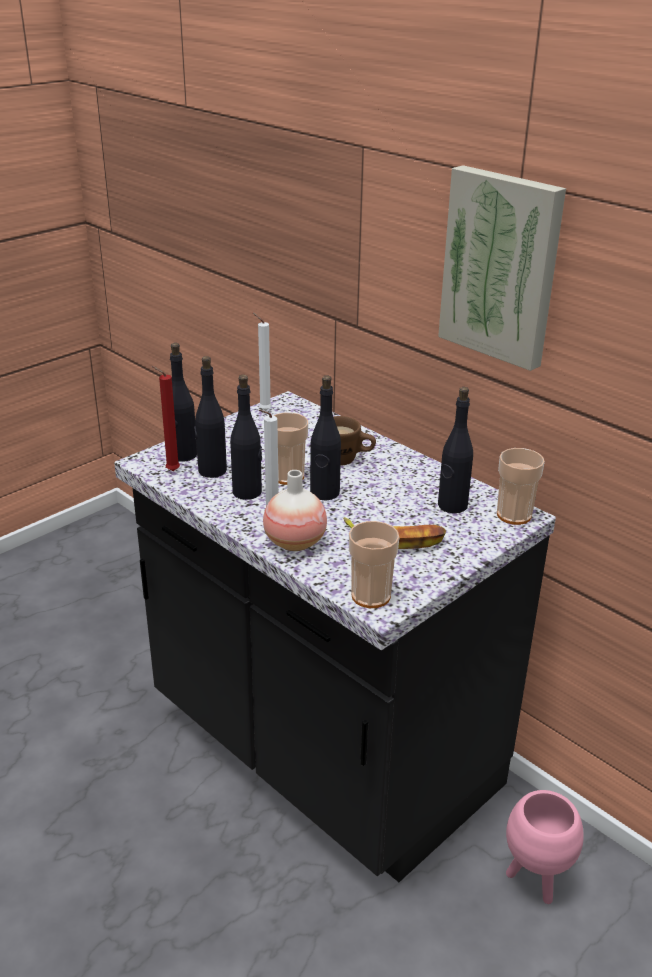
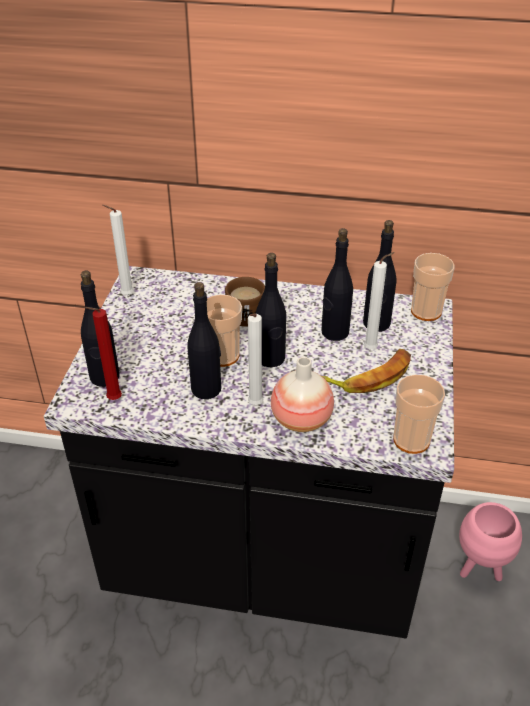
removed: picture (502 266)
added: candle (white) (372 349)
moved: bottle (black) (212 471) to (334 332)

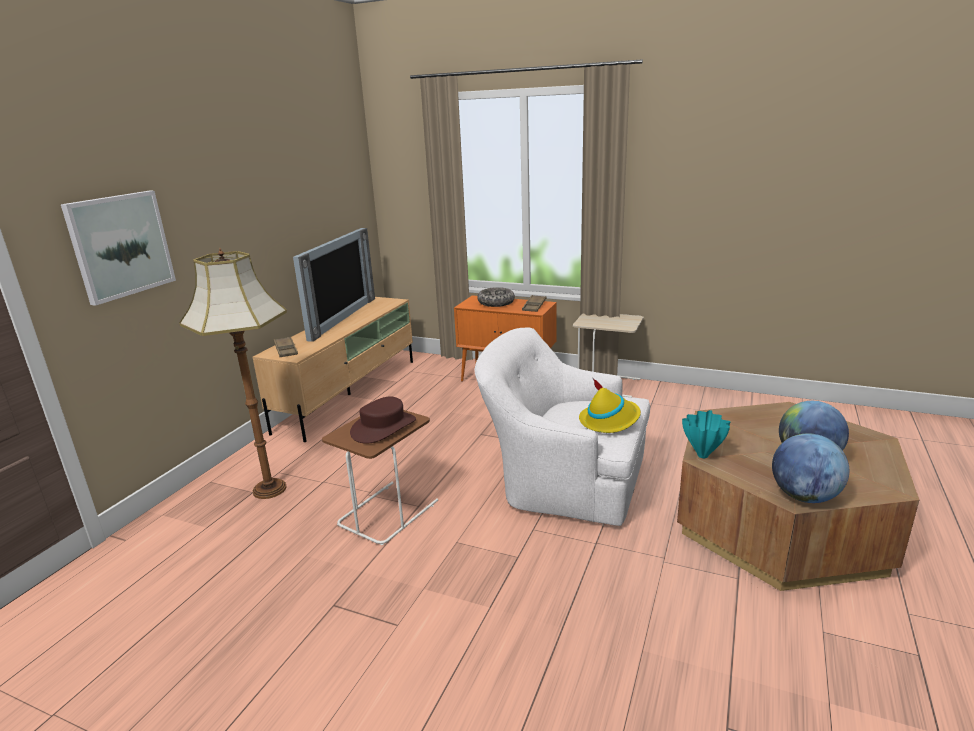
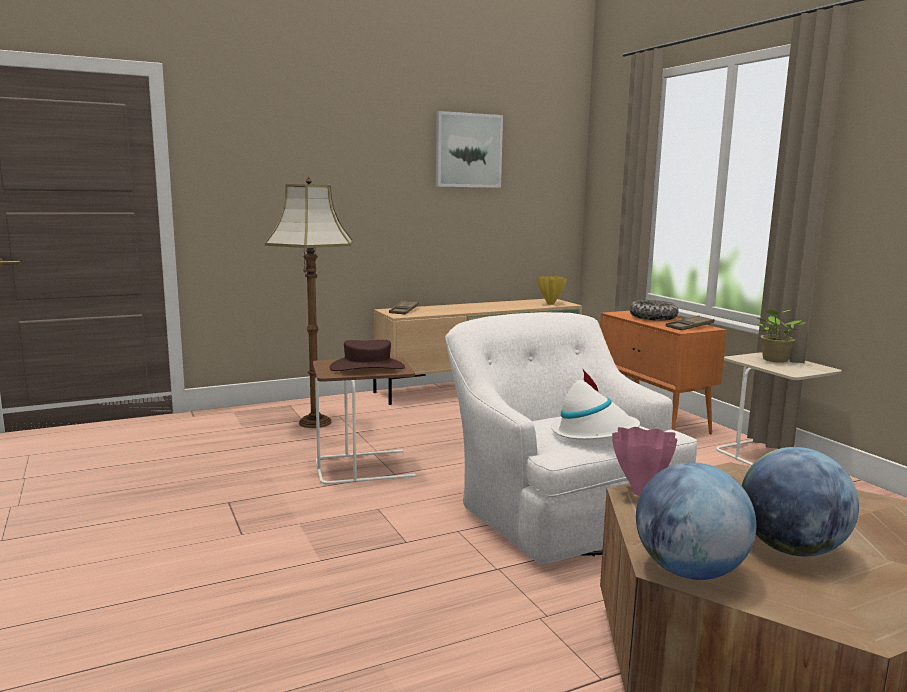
removed: television (339 318)
added: vase (yellow) (550 304); potted plant (774 360)
moved: picture (120 245) to (468 150)
recoloured: hat (yellow) (609 420) to hat (white) (593 432); vase (turquoise) (702 456) to vase (pink) (639 493)

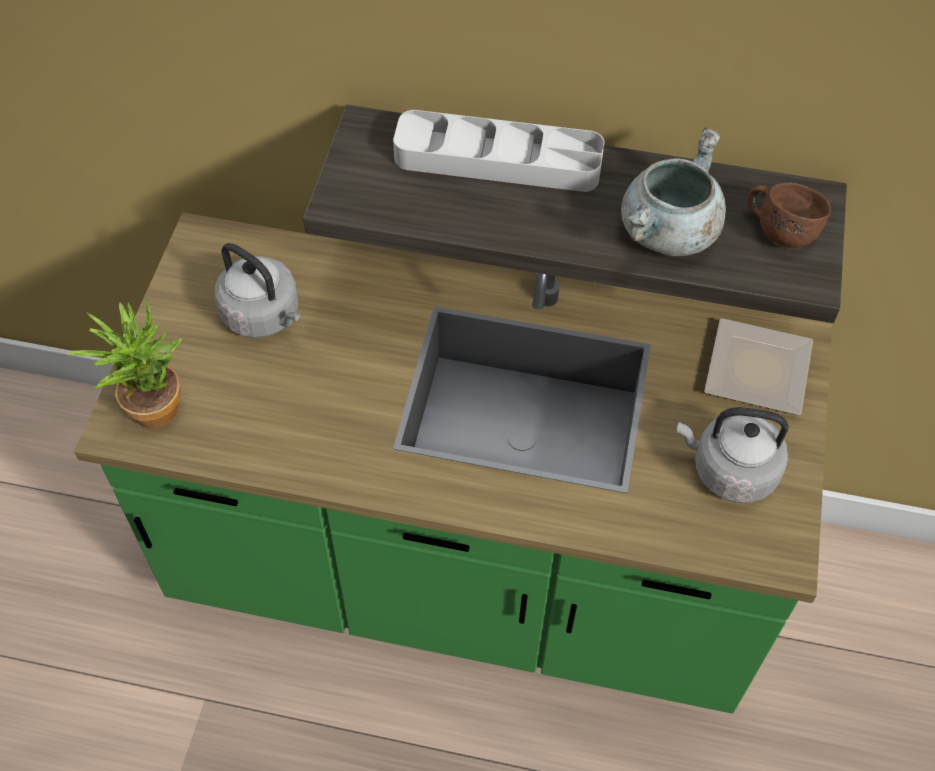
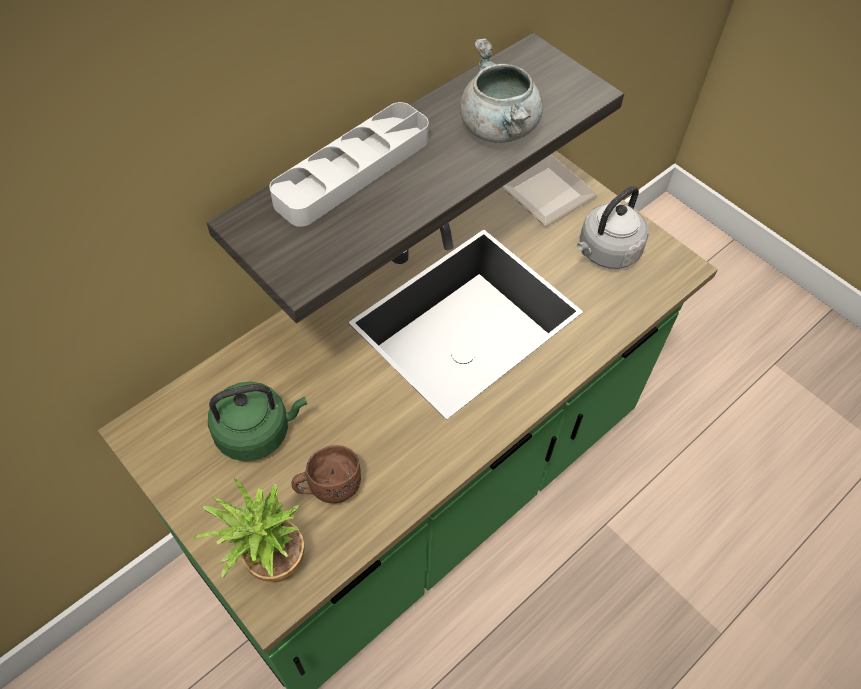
moved: mug (brown) (780 229) to (328 485)
recoloured: kettle (grey) (264 316) to kettle (green) (257 432)

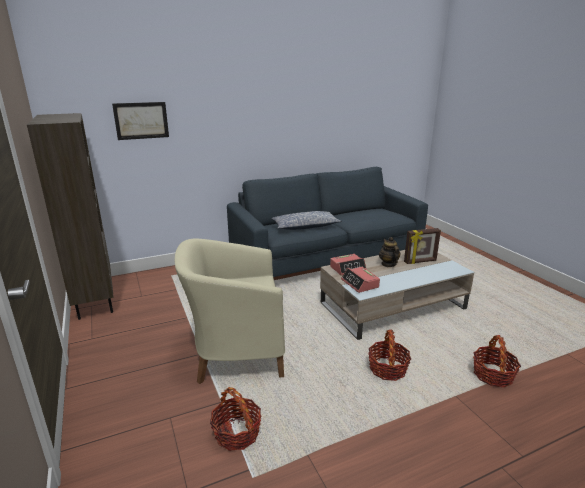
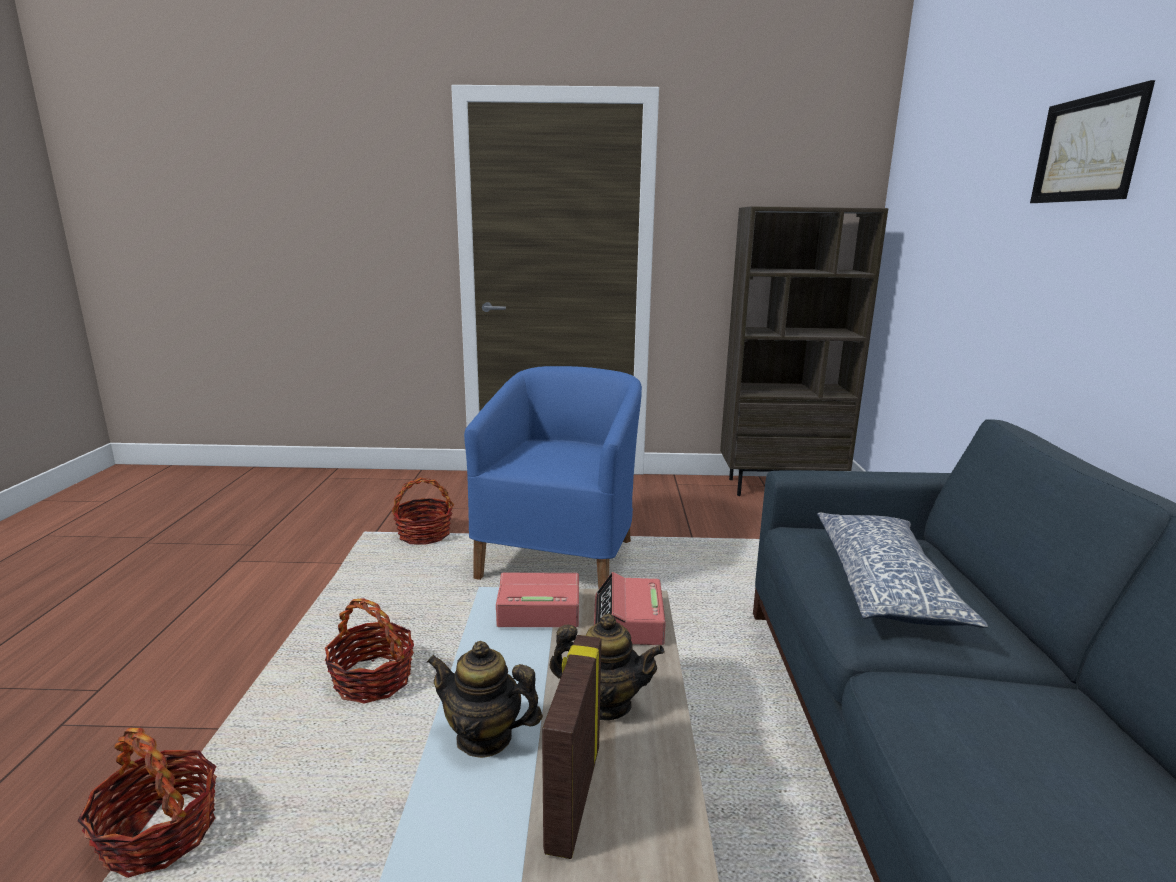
added: teapot (484 737)
moved: picture (141 120) to (1087 149)
recoloured: armchair (beige) (236 354) to armchair (blue) (561 557)

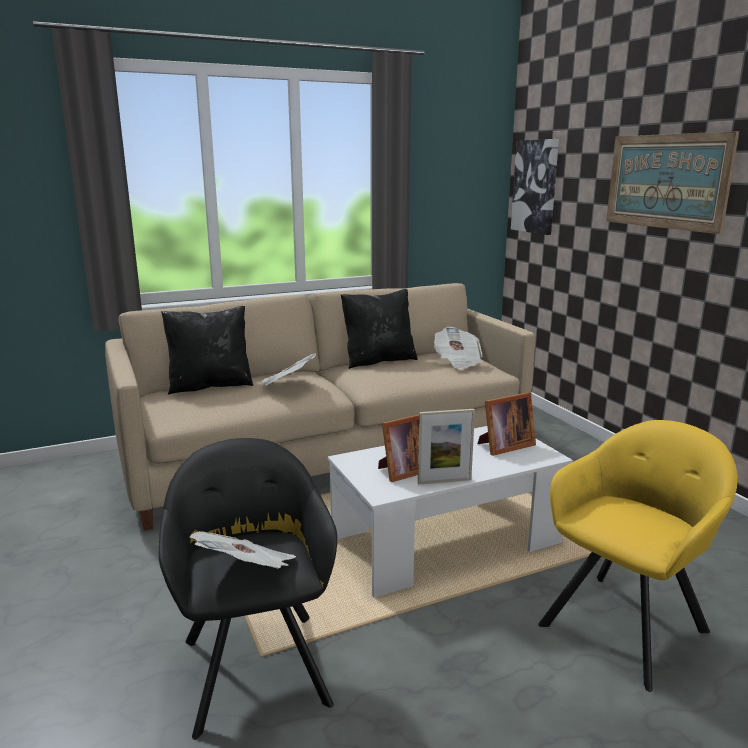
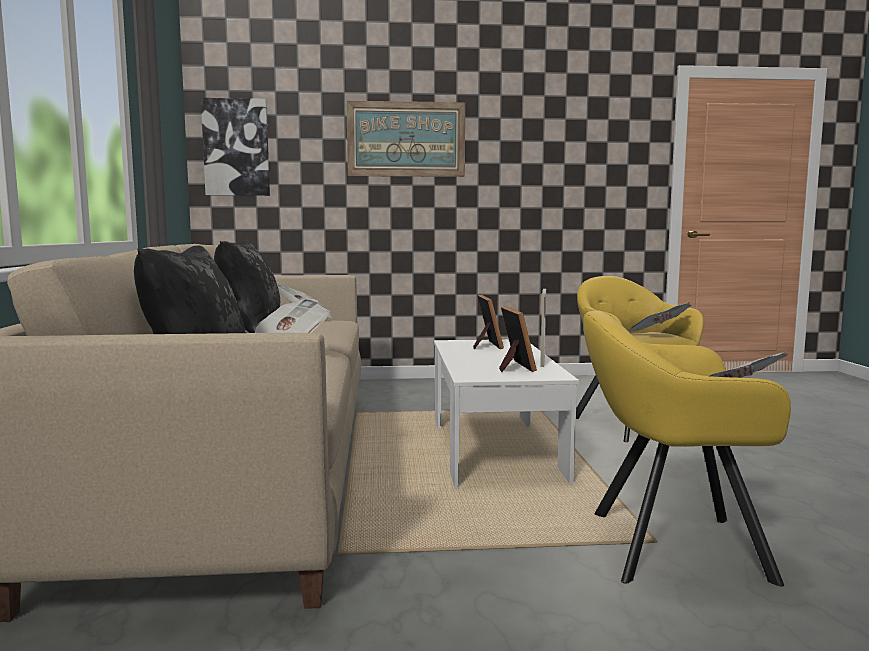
added: newspaper (657 335)
recoloured: armchair (black) (256 663) to armchair (yellow) (667 546)

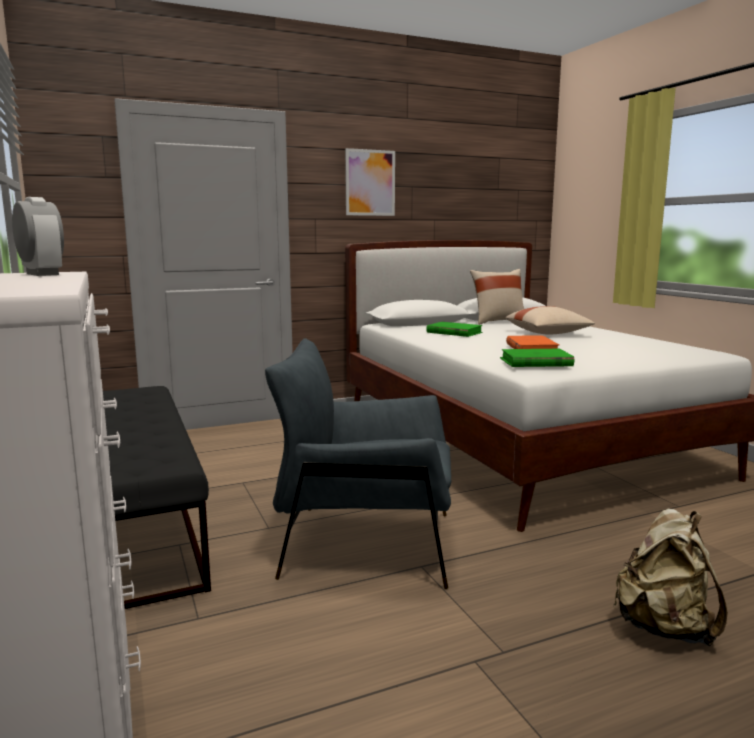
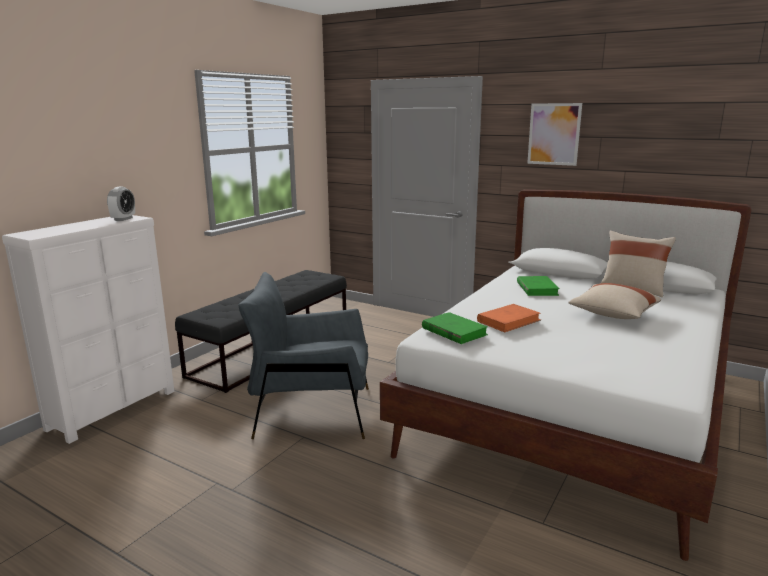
removed: backpack (beige) (664 627)
turned: armchair (grey) (366 544) = (312 412) 60 degrees counterclockwise

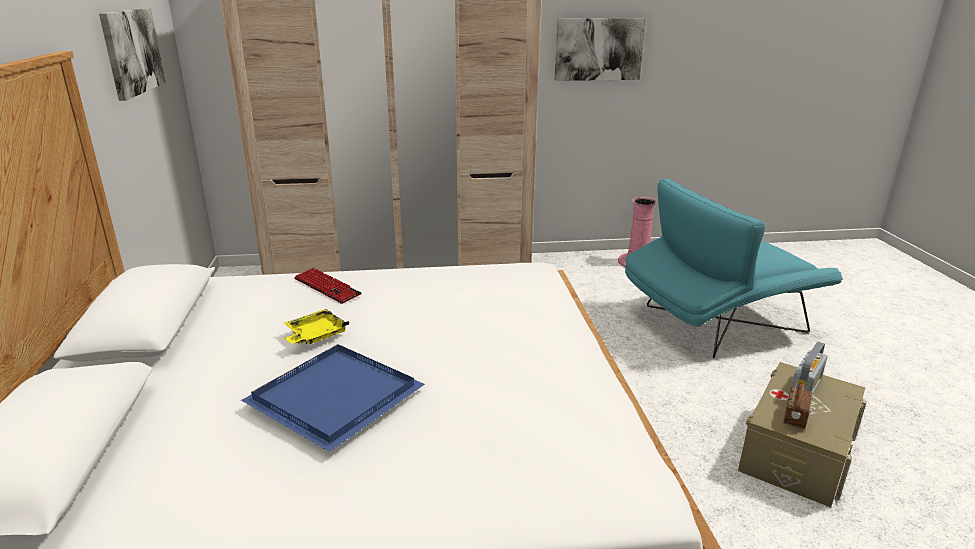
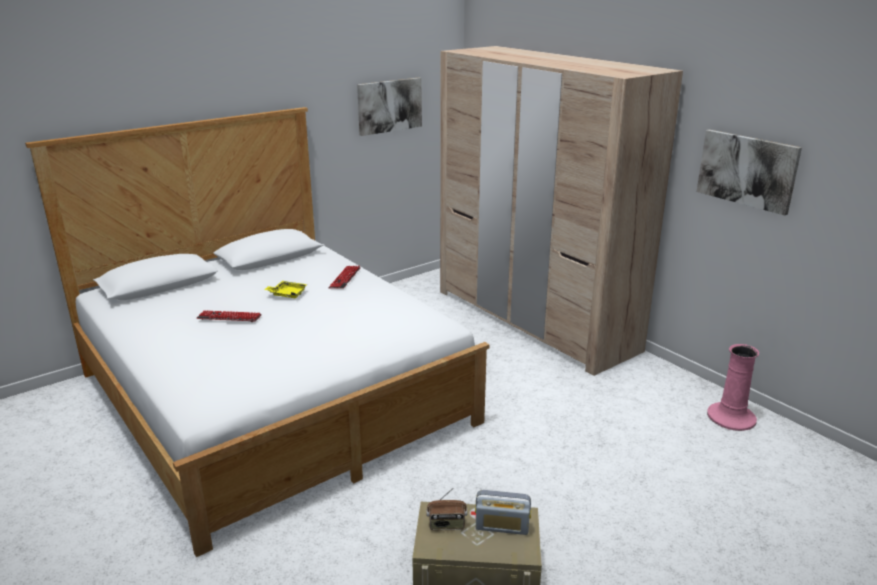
removed: armchair (turquoise) (716 323)
replaced: tray (blue) (335 399) to keyboard (229 317)

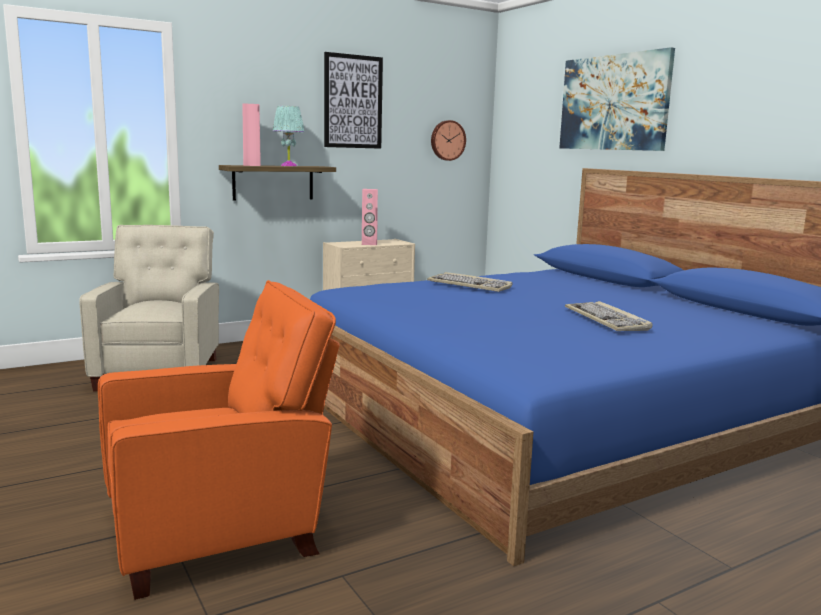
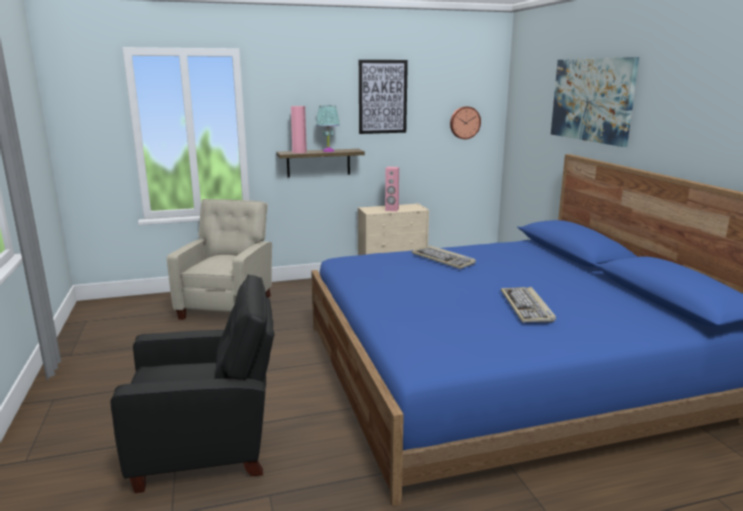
recoloured: armchair (orange) (221 532) to armchair (black) (209 447)

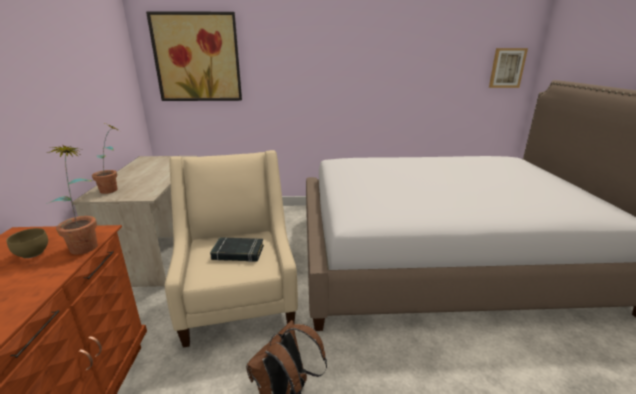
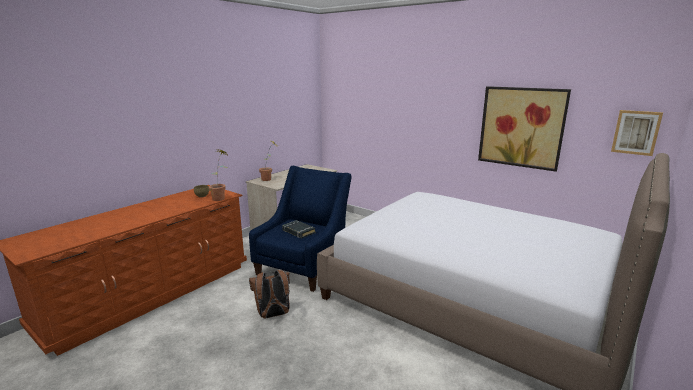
moved: picture (197 58) to (521 127)
recoloured: armchair (beige) (239 299) to armchair (blue) (304 267)

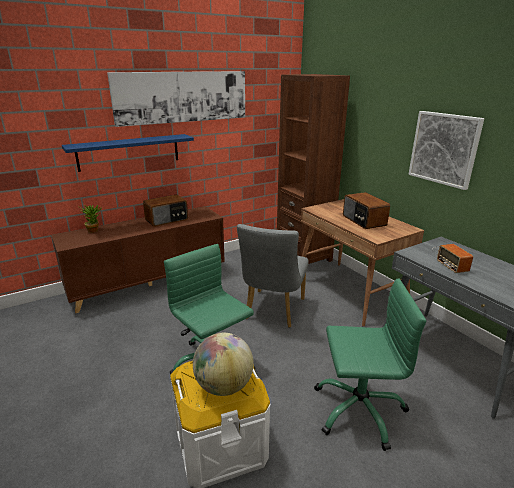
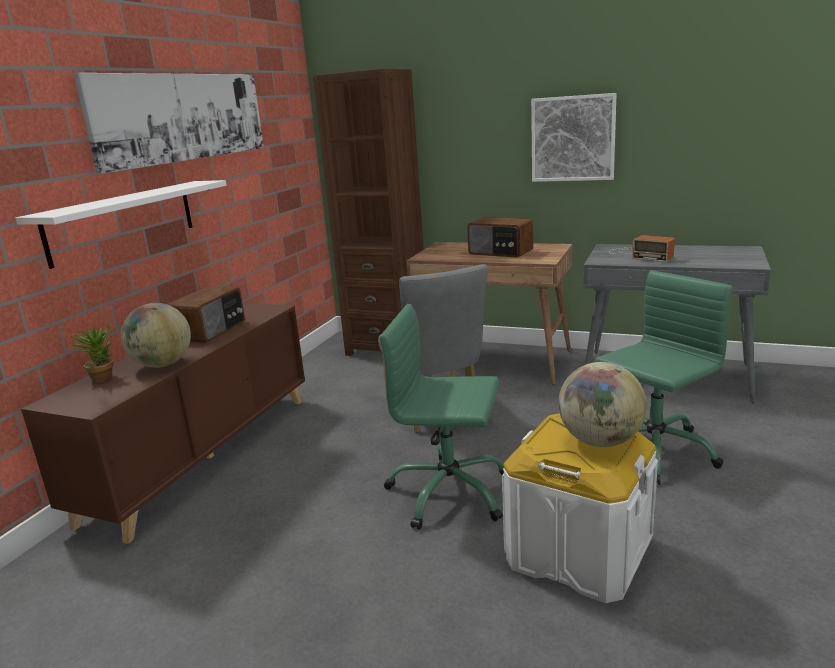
added: globe (162 365)
recoloured: shelf (blue) (129 152) to shelf (white) (123 221)

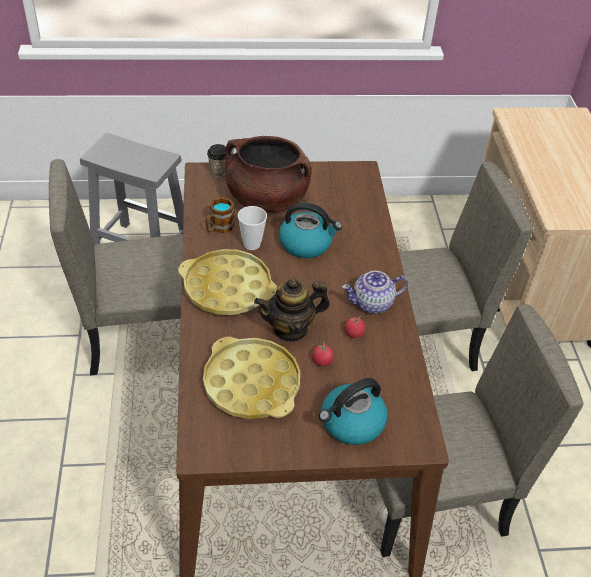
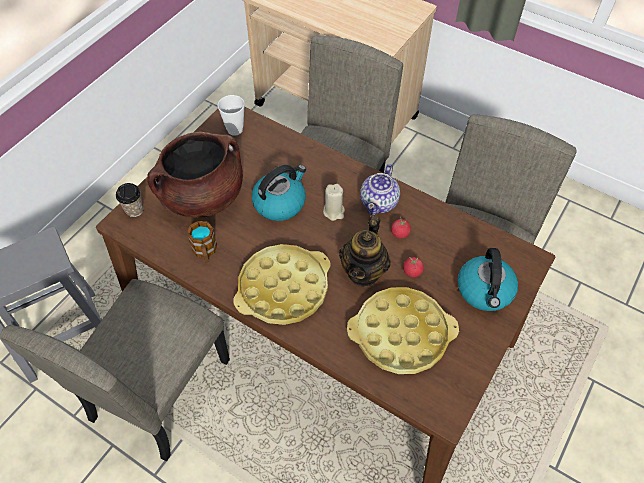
added: candle (beige) (334 211)
moved: cup (252 244) to (235 130)

